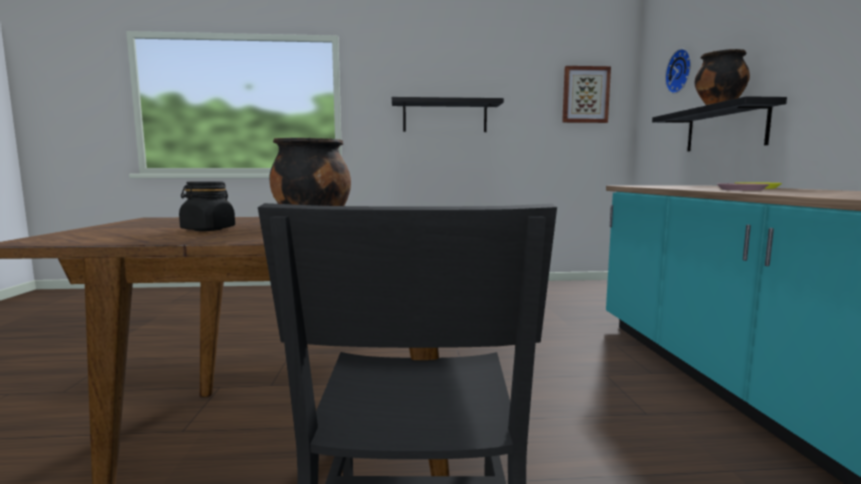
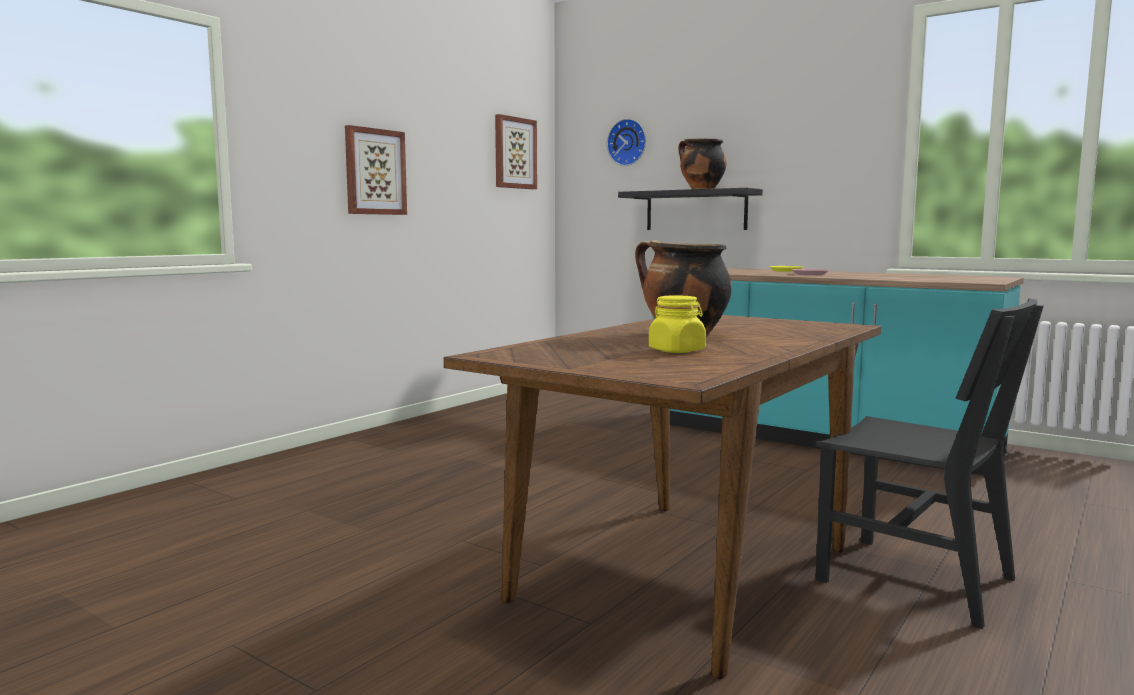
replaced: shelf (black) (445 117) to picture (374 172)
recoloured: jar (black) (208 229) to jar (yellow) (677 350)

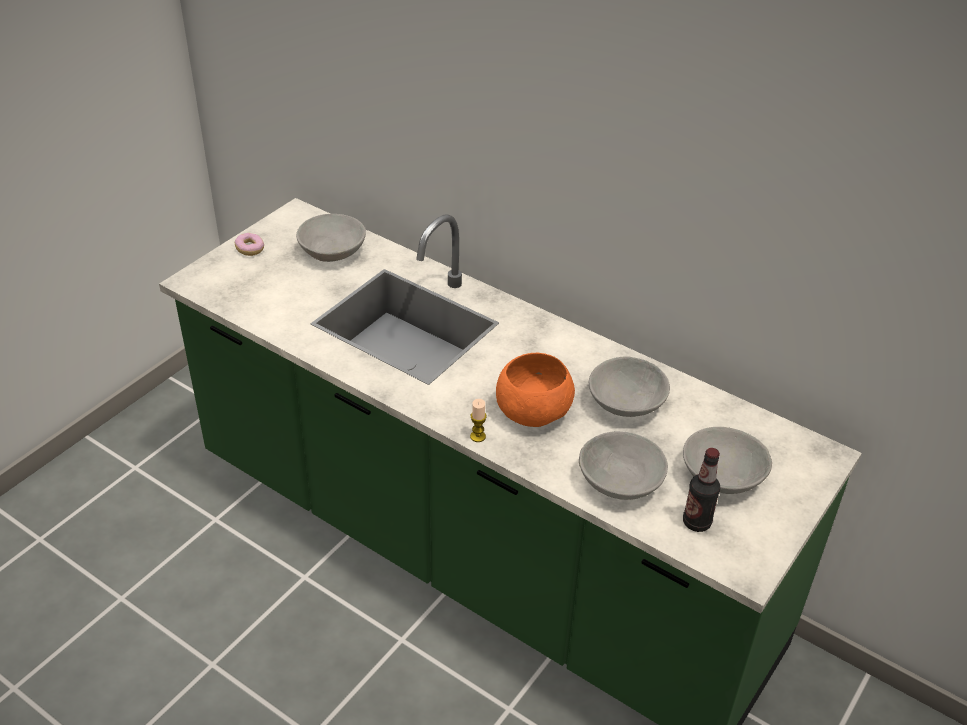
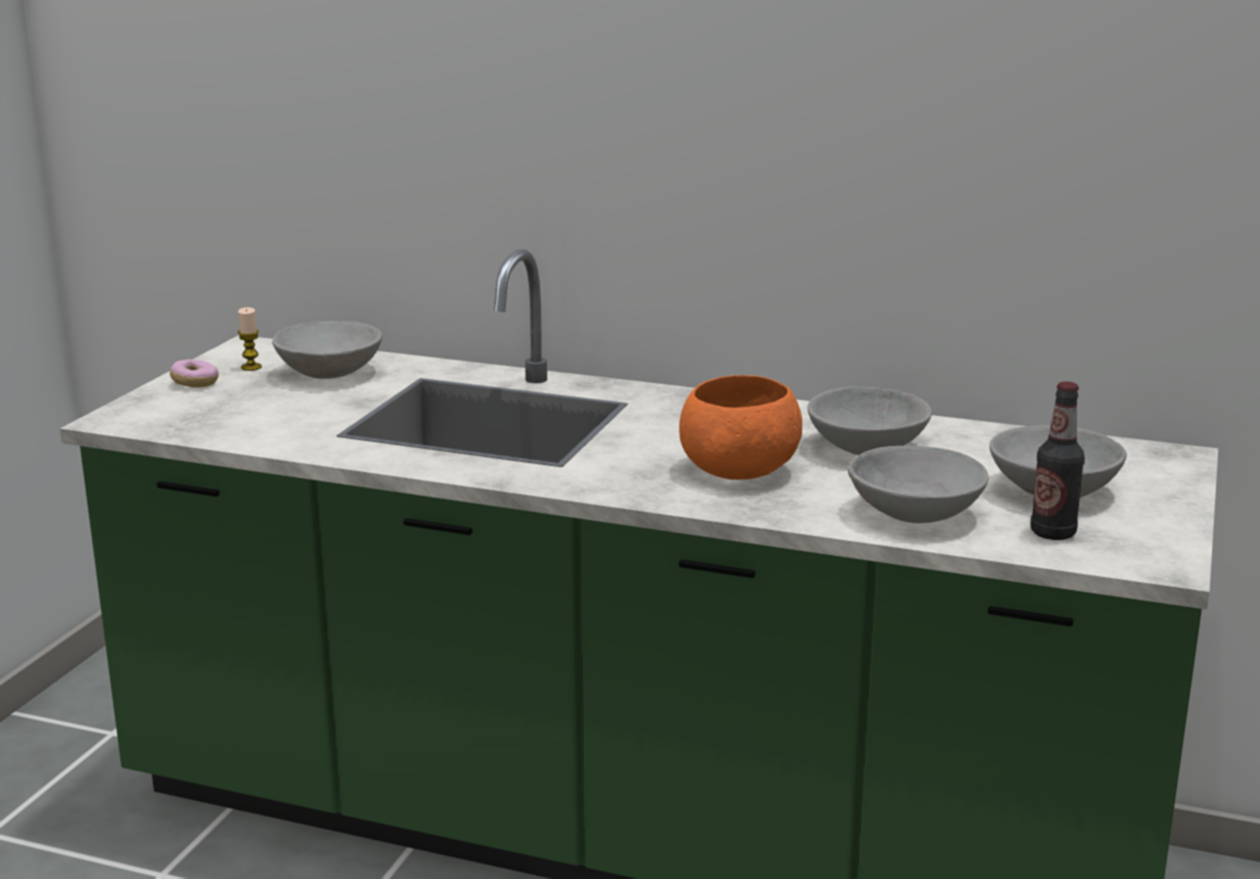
moved: candle (478 436) to (251 367)

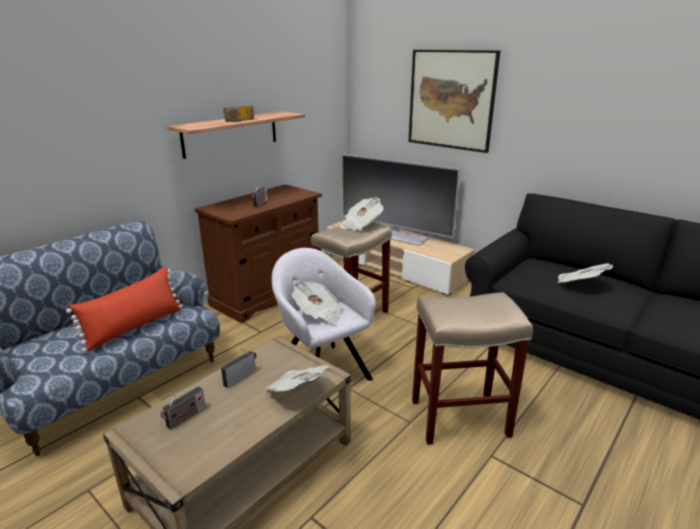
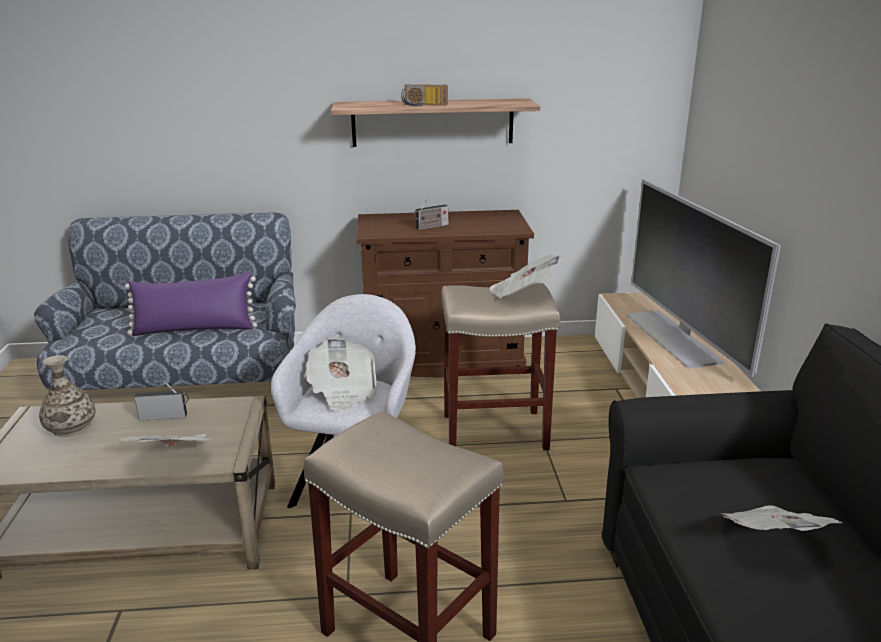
removed: picture (451 100)
replaced: radio (185 418) to vase (71 427)
recoloured: pillow (red) (134 327) to pillow (purple) (195 329)

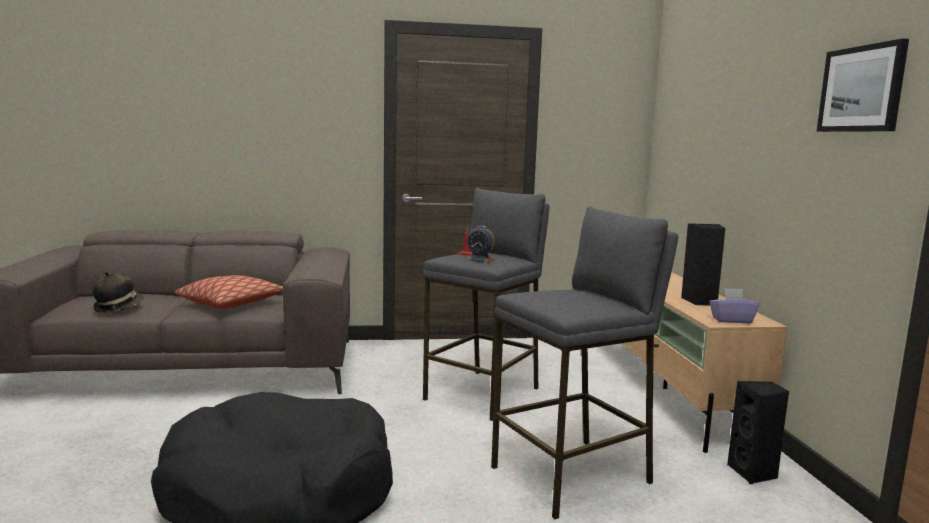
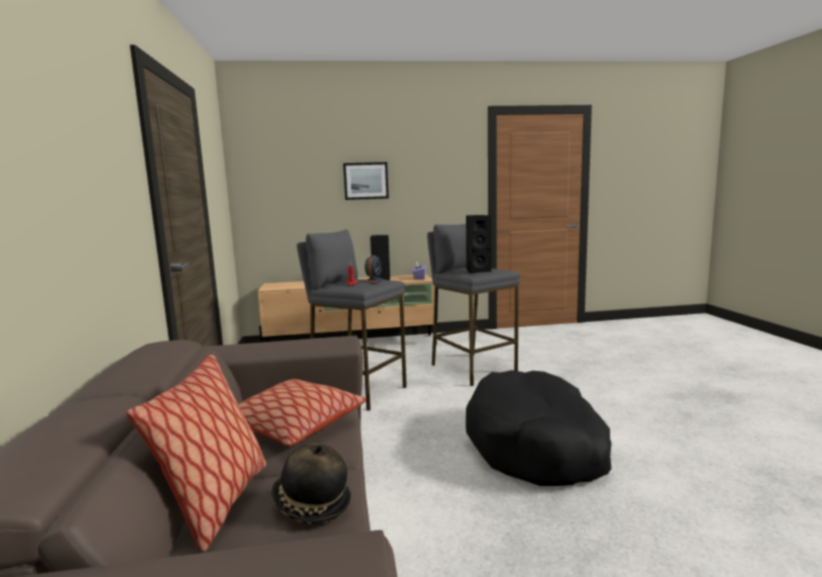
added: pillow (217 504)
moved: picture (862 89) to (366 181); speaker (black) (753 473) to (477 271)

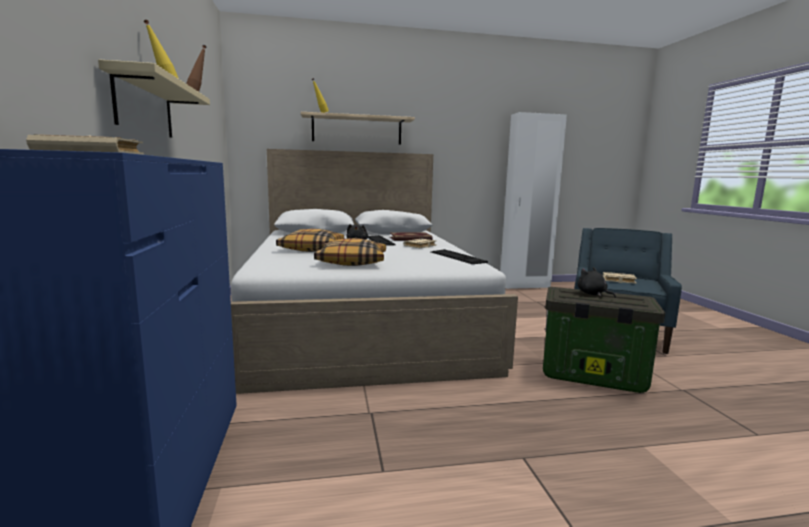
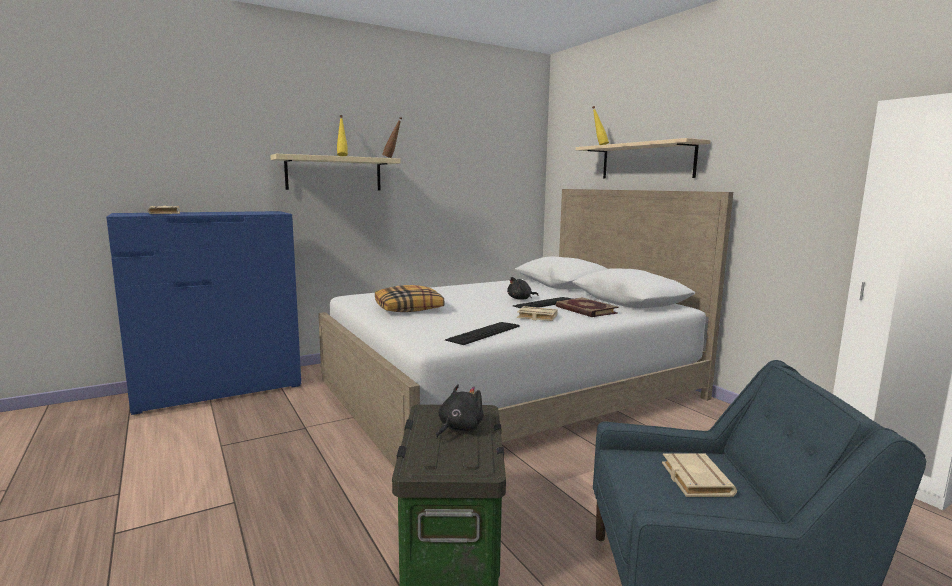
removed: pillow (312 248)

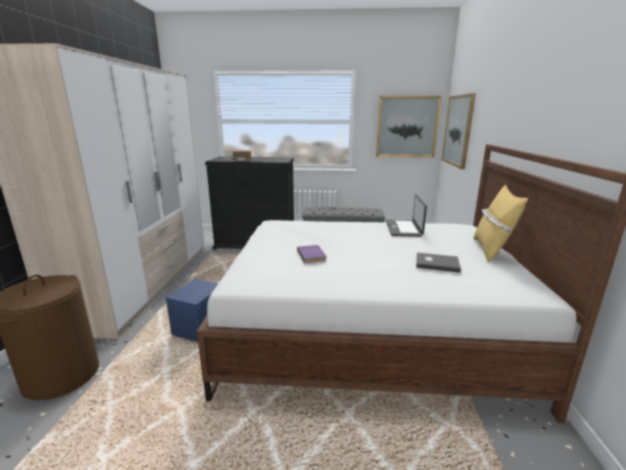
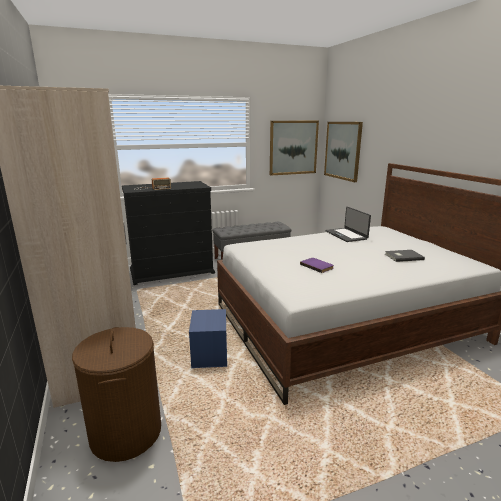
removed: pillow (yellow) (491 250)

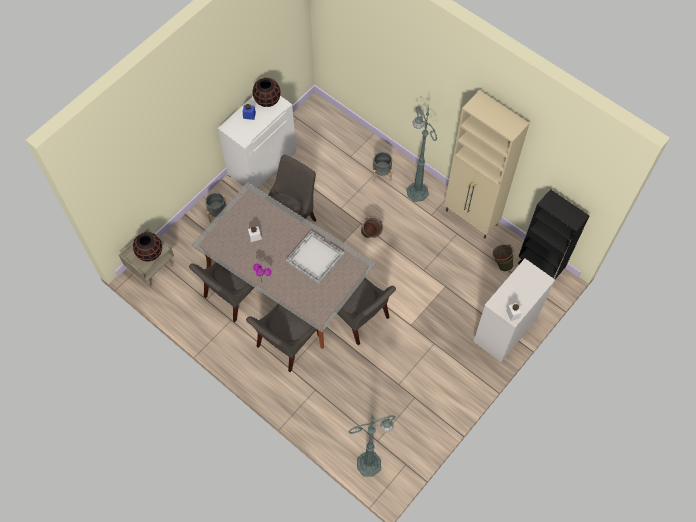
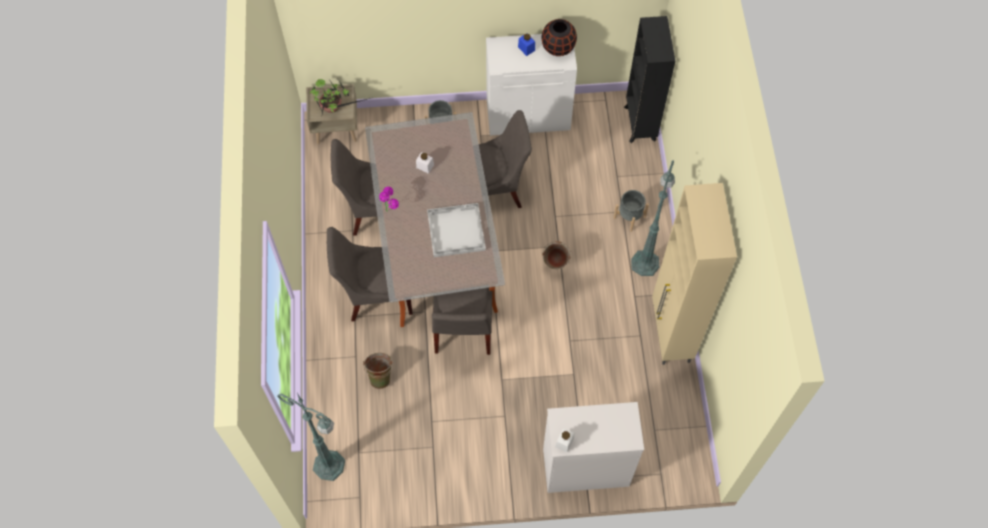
moved: bucket (green) (501 263) to (380 375); bookcase (black) (539 267) to (640 124)
replaced: vase (black) (150 253) to potted plant (333 108)

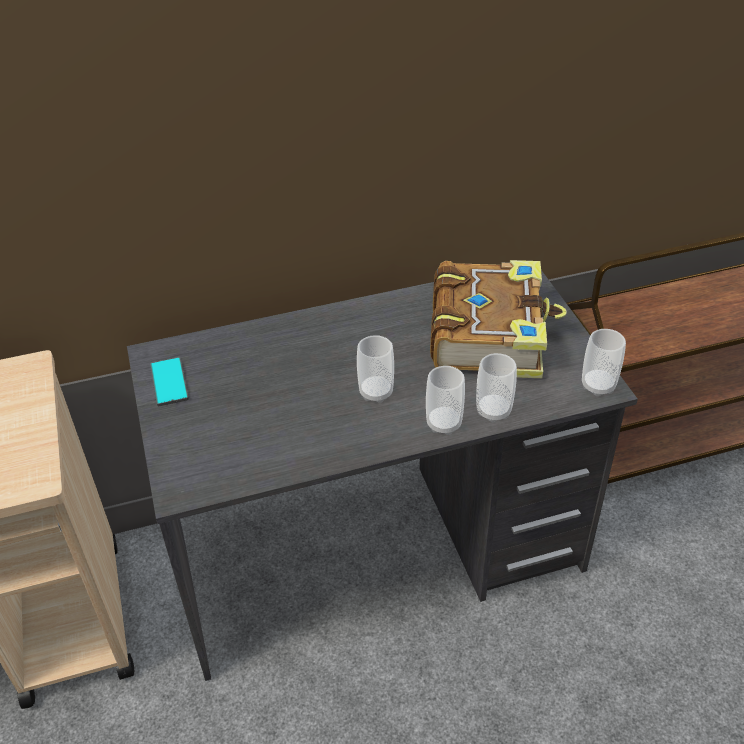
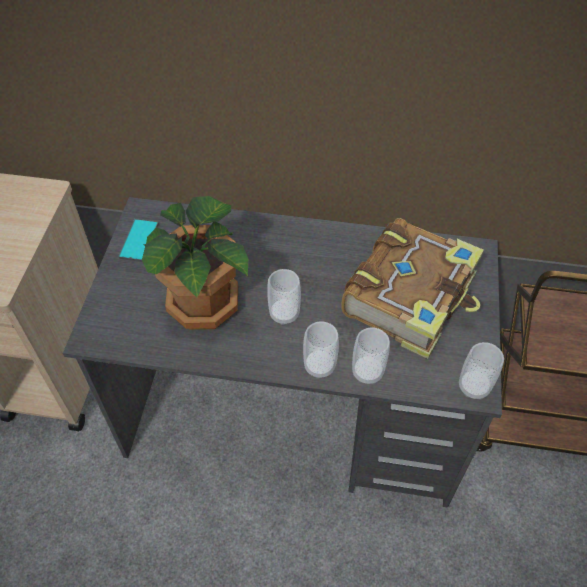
added: potted plant (206 303)

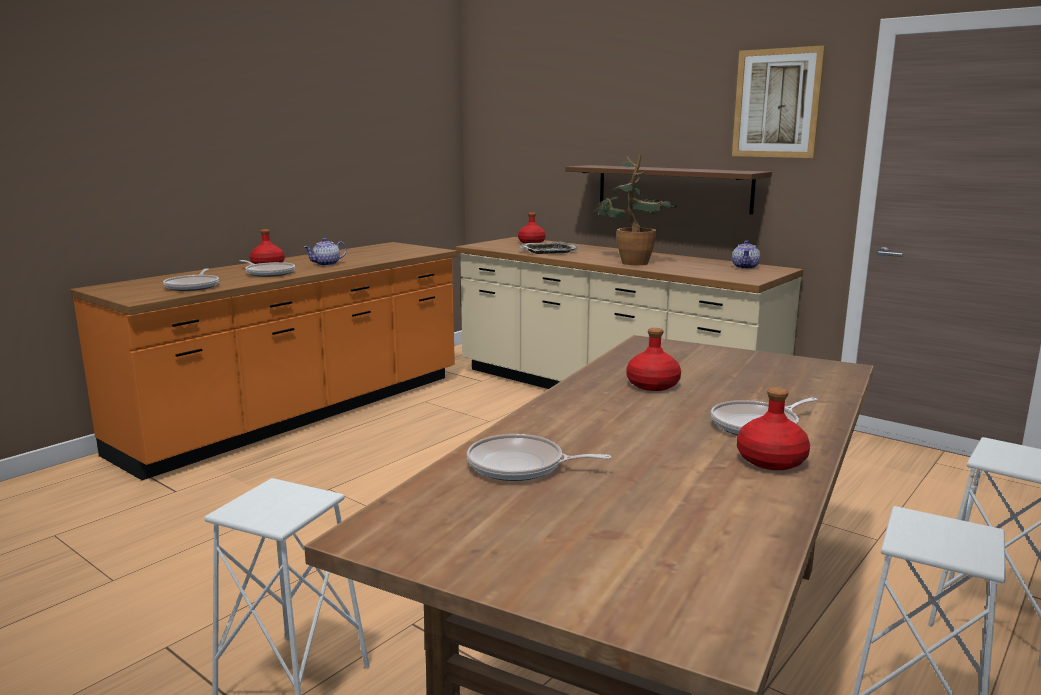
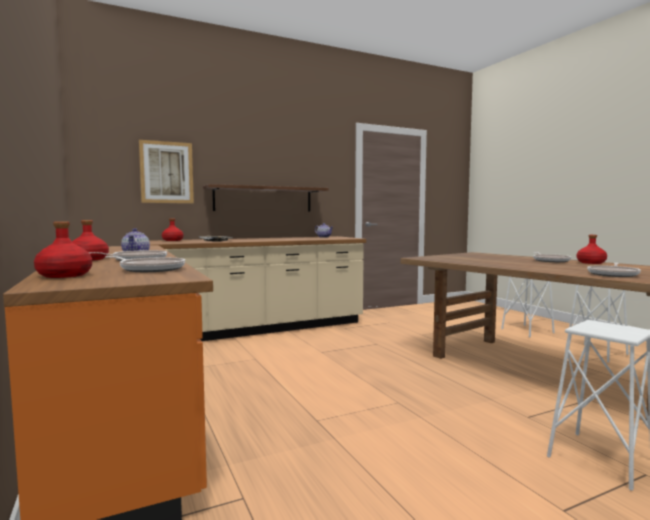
removed: potted plant (630 262)
moved: bottle (red) (652 385) to (64 275); picture (777 103) to (166 172)

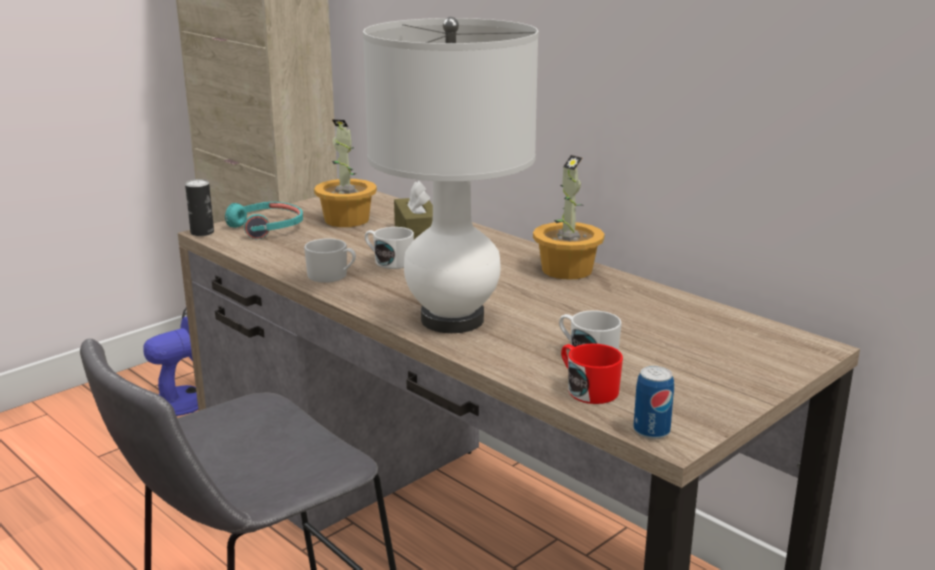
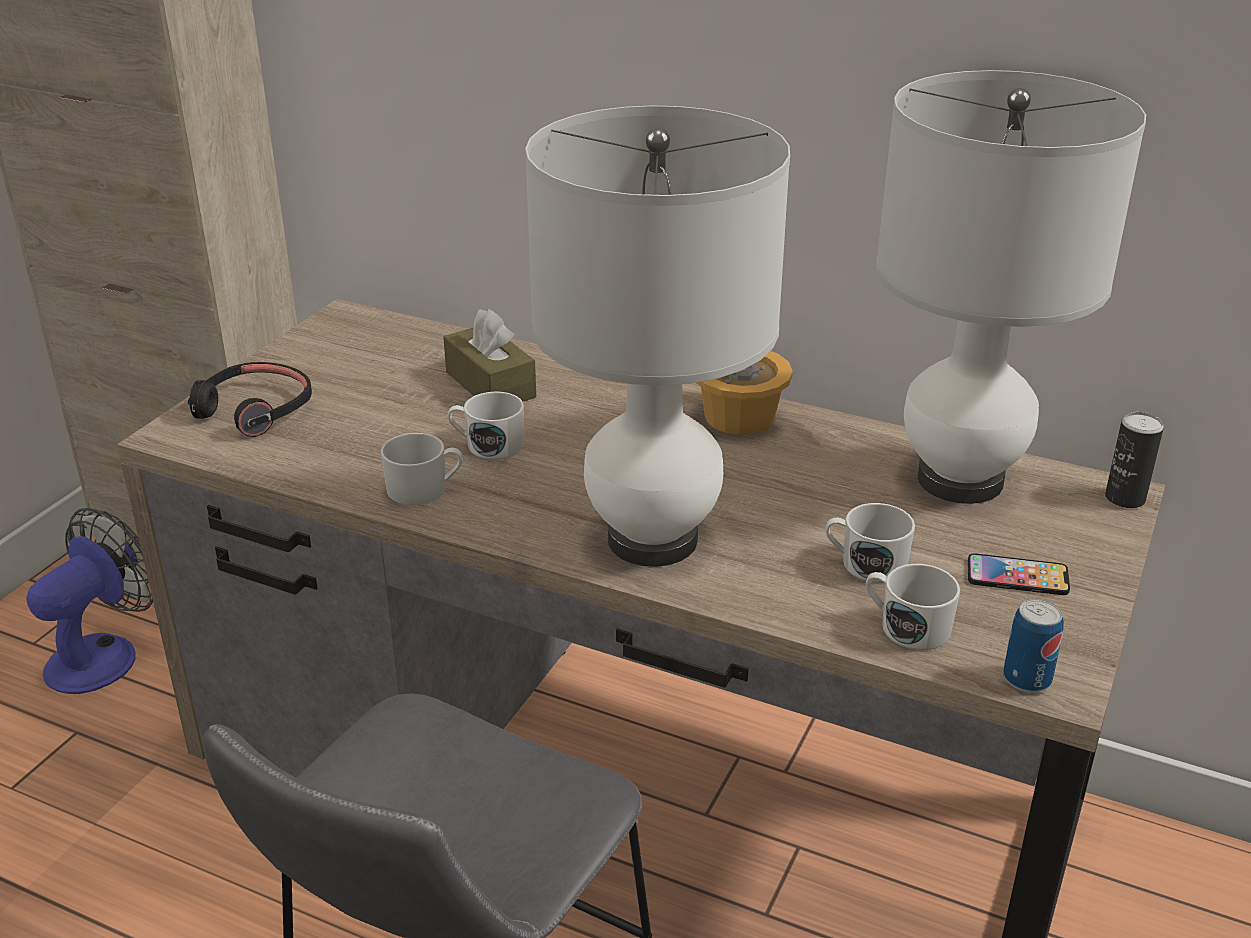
removed: potted plant (346 220)
added: table lamp (white) (960 480); phone (1017 576)
moved: can (202 233) to (1125 498)
recoloured: headphones (turquoise) (267 227) to headphones (black) (255 409); mug (red) (587 389) to mug (white) (906 626)

